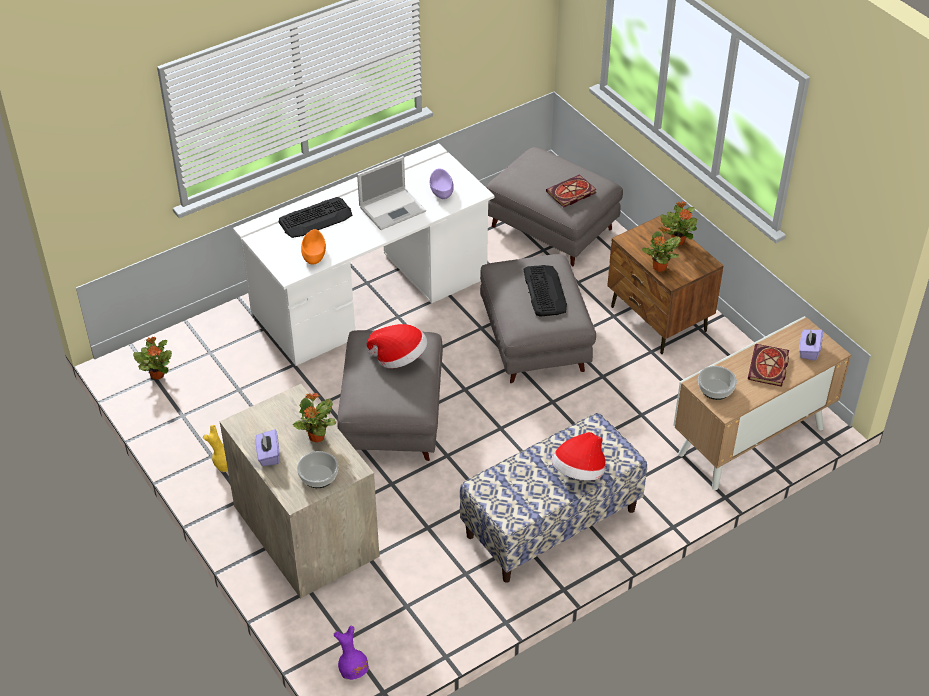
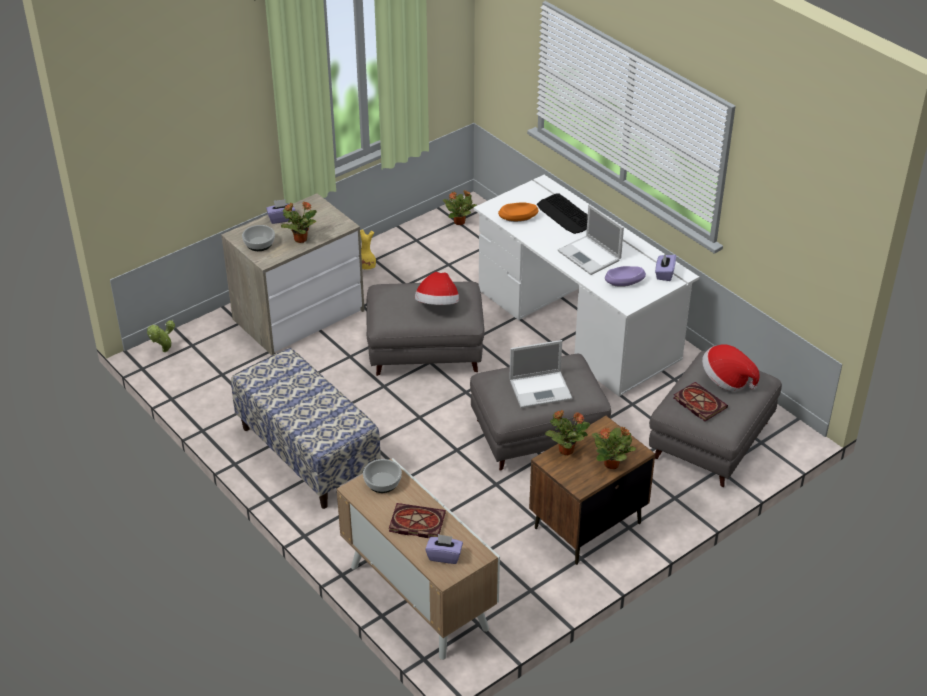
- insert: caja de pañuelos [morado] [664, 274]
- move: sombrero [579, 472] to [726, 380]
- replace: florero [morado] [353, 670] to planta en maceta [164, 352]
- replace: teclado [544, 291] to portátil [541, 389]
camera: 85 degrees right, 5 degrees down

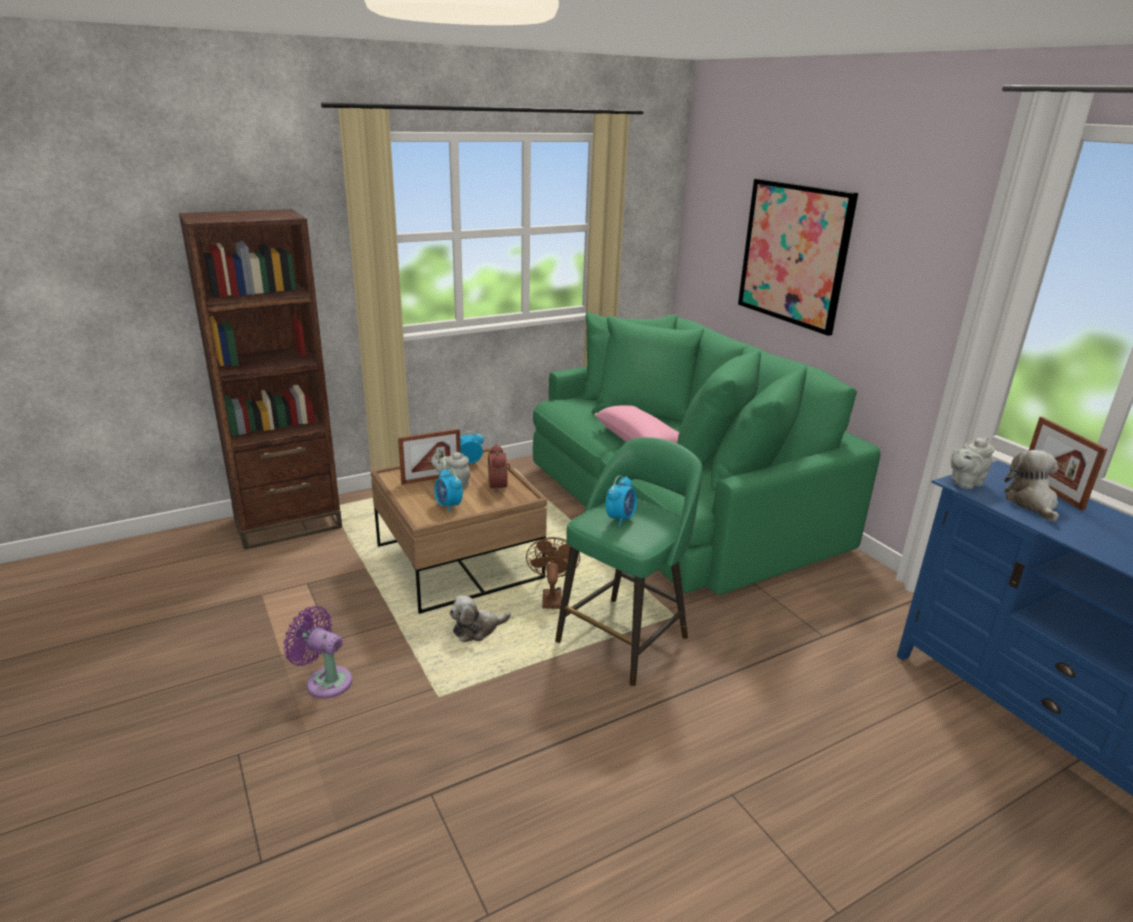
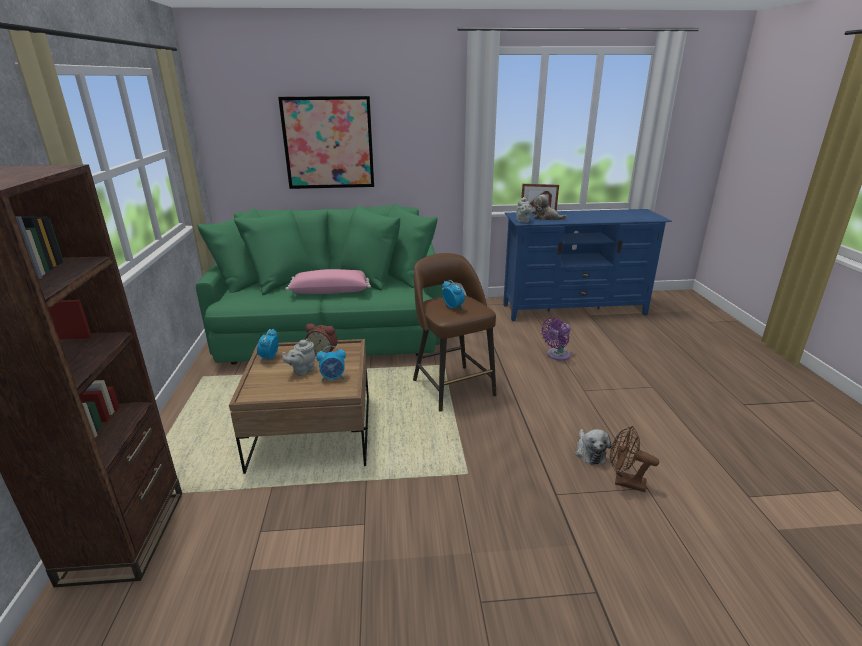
- delete: portarretratos [431, 479]
- move: ventilador [morado] [325, 680] to [556, 355]
- move: peluche [477, 630] to [589, 452]
- move: ventilador [marrón] [551, 597] to [624, 482]
- recolor: taburete [verde] [625, 637] to taburete [marrón] [452, 386]
camera: 65 degrees left, 0 degrees up

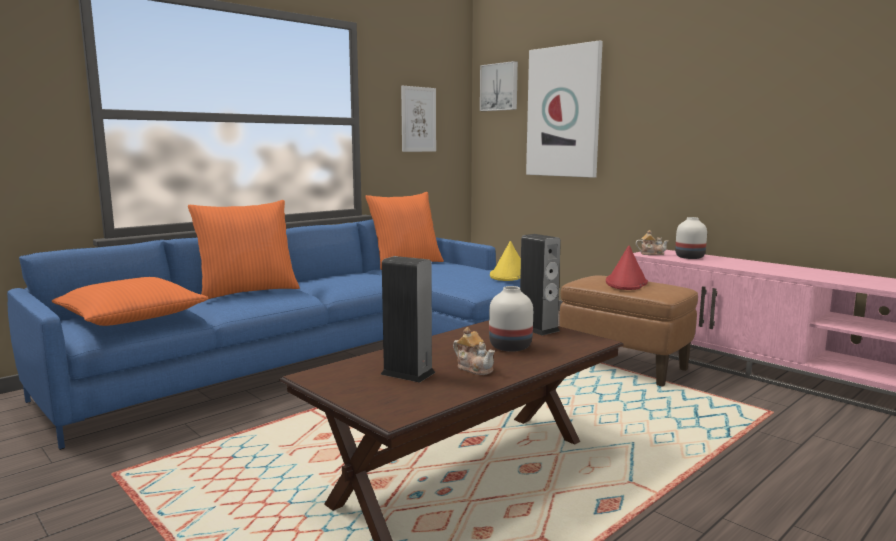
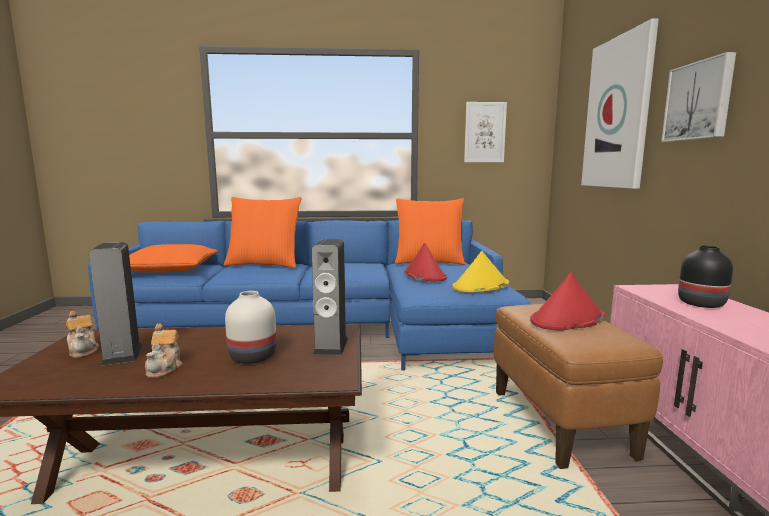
- insert: sombrero [rojo] [424, 275]
- move: cuadro [500, 87] to [699, 101]
- move: tetera [651, 254] to [83, 350]
- recolor: florero [blanco] [689, 257] to florero [negro] [701, 303]
camera: 40 degrees right, 0 degrees up

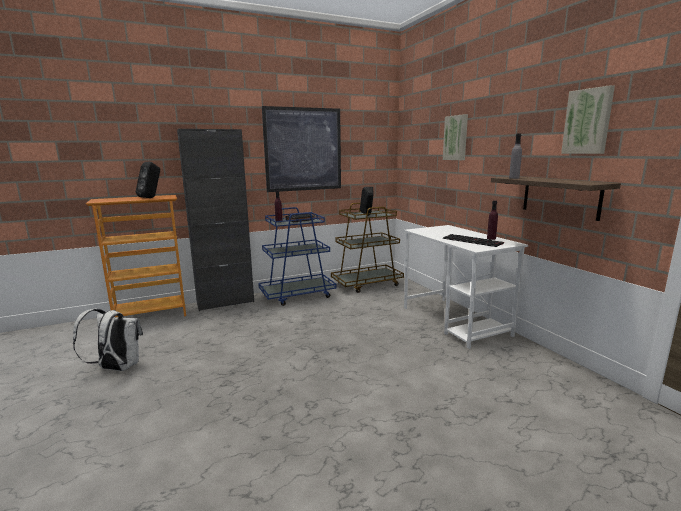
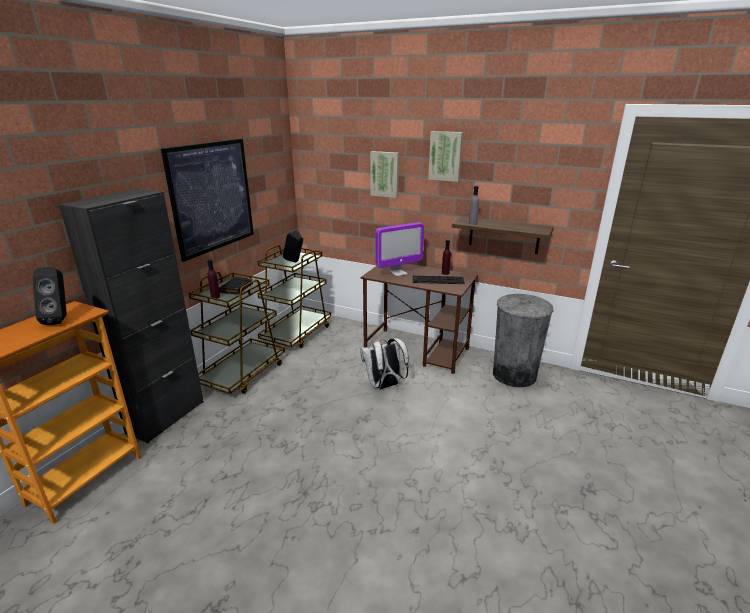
- insert: monitor [398, 273]
- insert: papelera [gris] [514, 375]
- move: mochila [blanco] [117, 368] to [384, 386]
- move: cuadro [588, 121] to [445, 156]
- recolor: carrito [azul] [298, 295] to carrito [marrón] [243, 373]
- recolor: escritorio [blanco] [455, 321] to escritorio [marrón] [417, 350]
camera: 40 degrees left, 10 degrees up

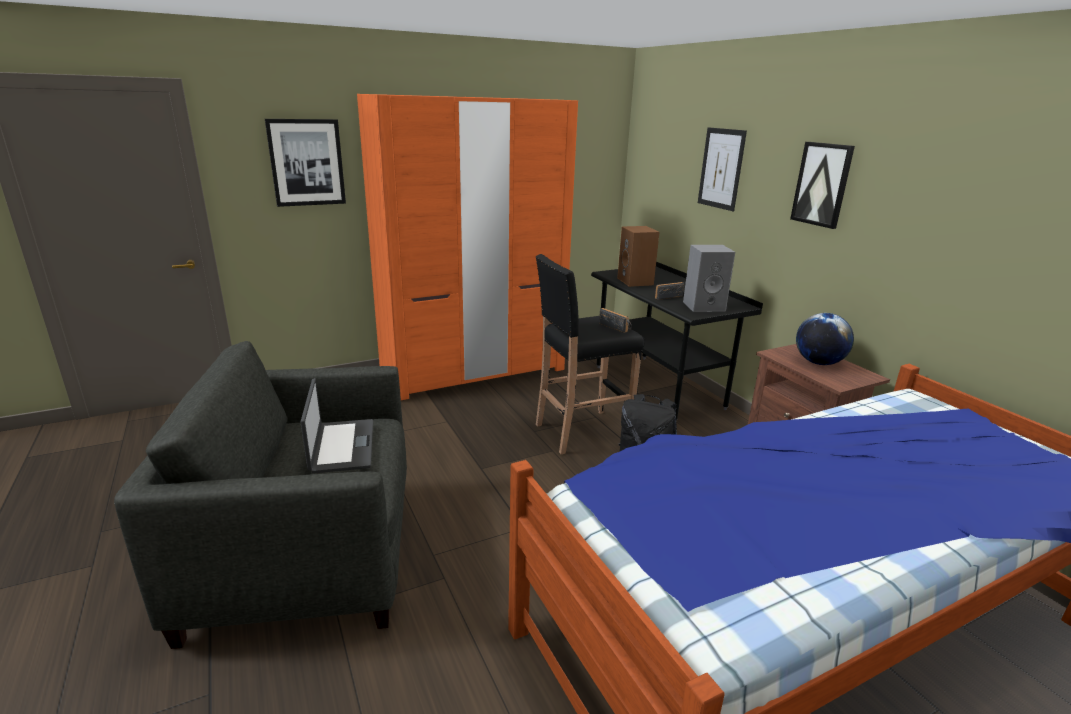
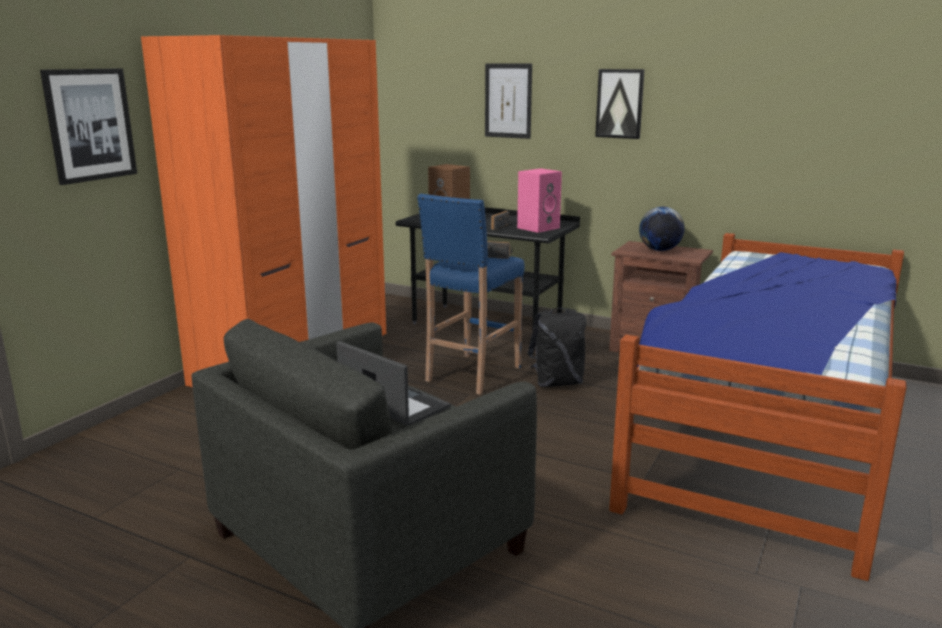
- recolor: taburete [negro] [580, 432] to taburete [azul] [472, 374]
- recolor: altavoz [gris] [704, 306] to altavoz [rosa] [538, 227]
camera: 35 degrees left, 5 degrees down

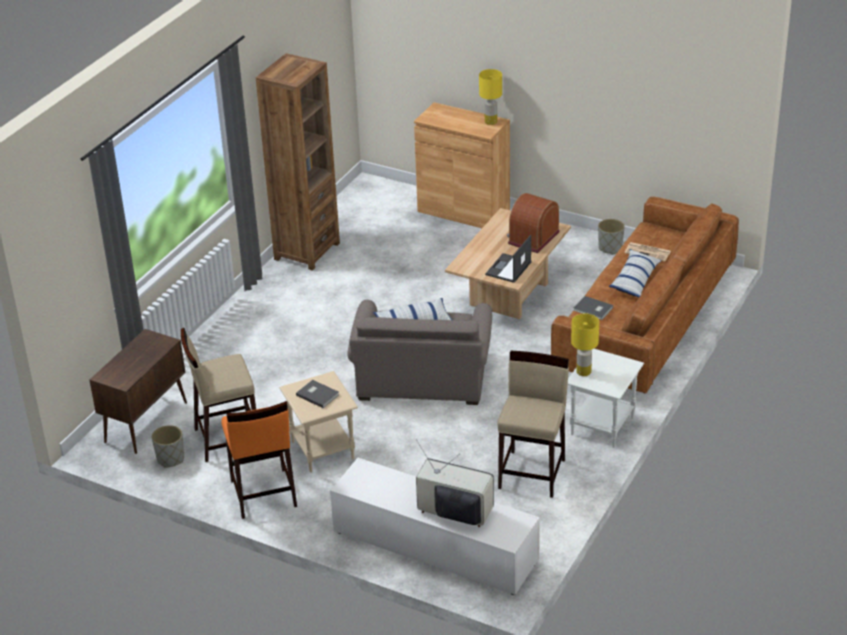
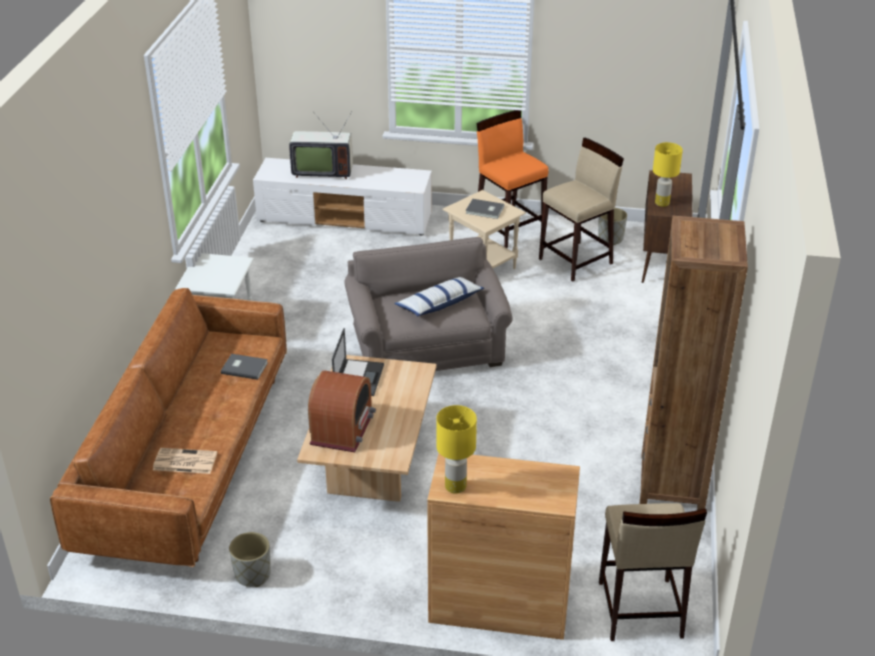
- delete: cojín [635, 280]
- move: taburete [beis] [532, 473] to [639, 610]
- move: lámpara de mesa [amarillo] [583, 372] to [661, 203]
camera: 160 degrees right, 0 degrees up

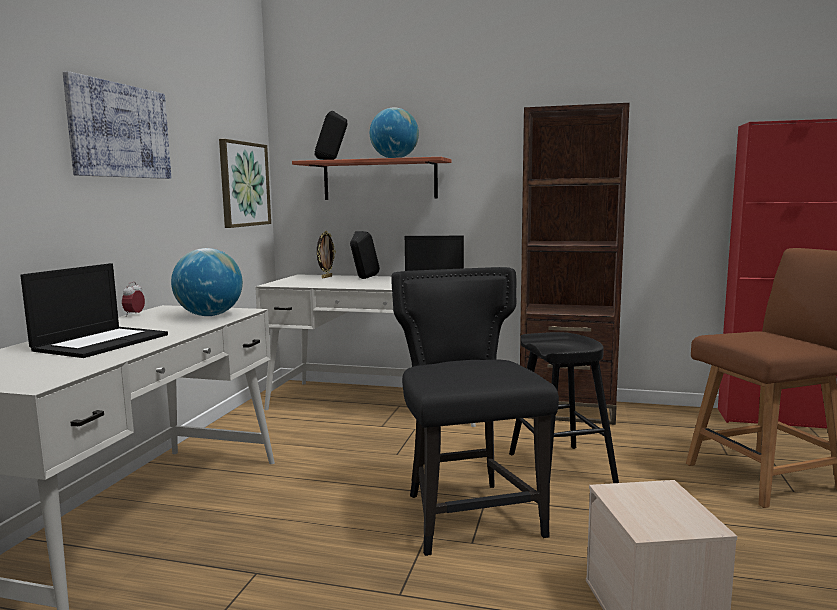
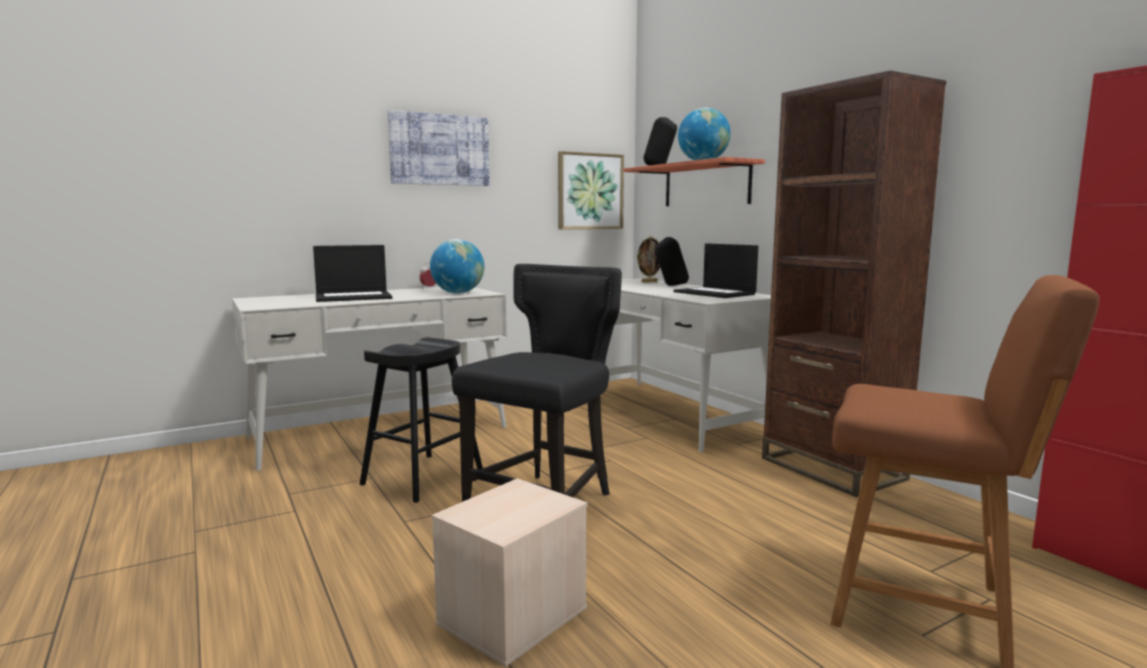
- move: taburete [negro] [560, 468] to [423, 477]
camera: 45 degrees right, 0 degrees up

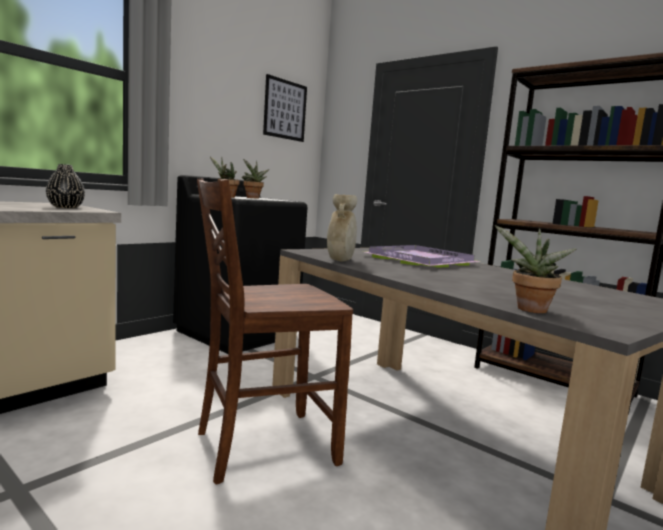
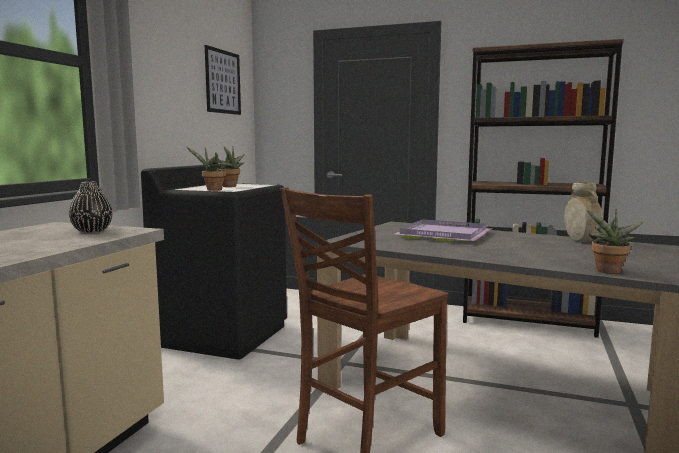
- move: florero [beis] [340, 261] to [581, 241]
camera: 20 degrees left, 0 degrees up

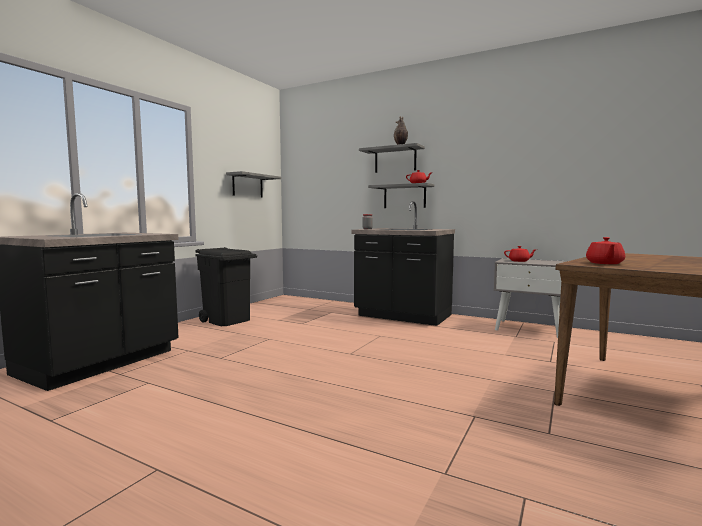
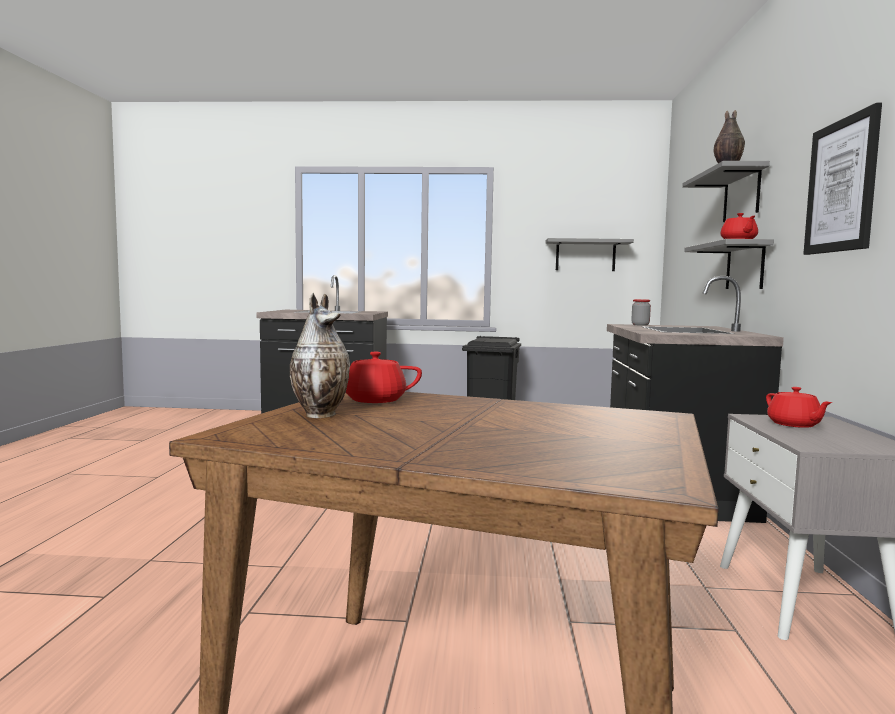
- insert: florero [321, 414]
- insert: cuadro [841, 186]
camera: 65 degrees right, 0 degrees up

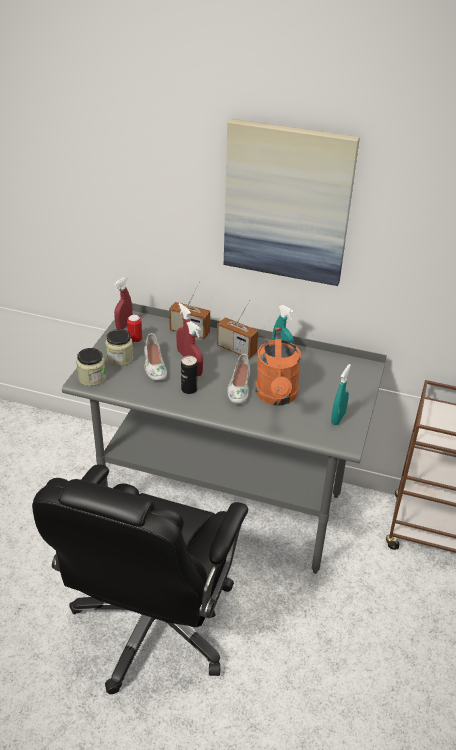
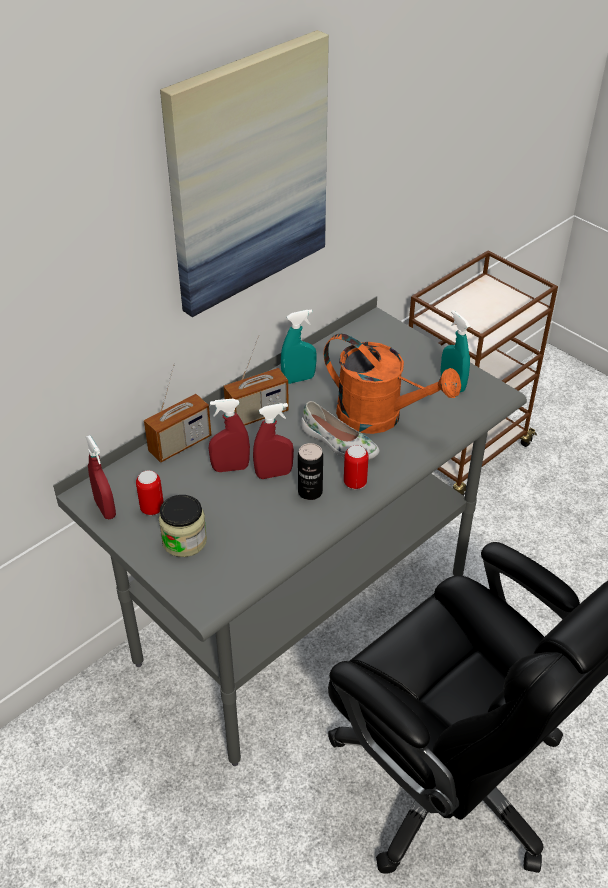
- delete: tarro [92, 378]
- delete: zapato [blanco] [154, 366]
- insert: lata [355, 483]
camera: 60 degrees left, 5 degrees up

